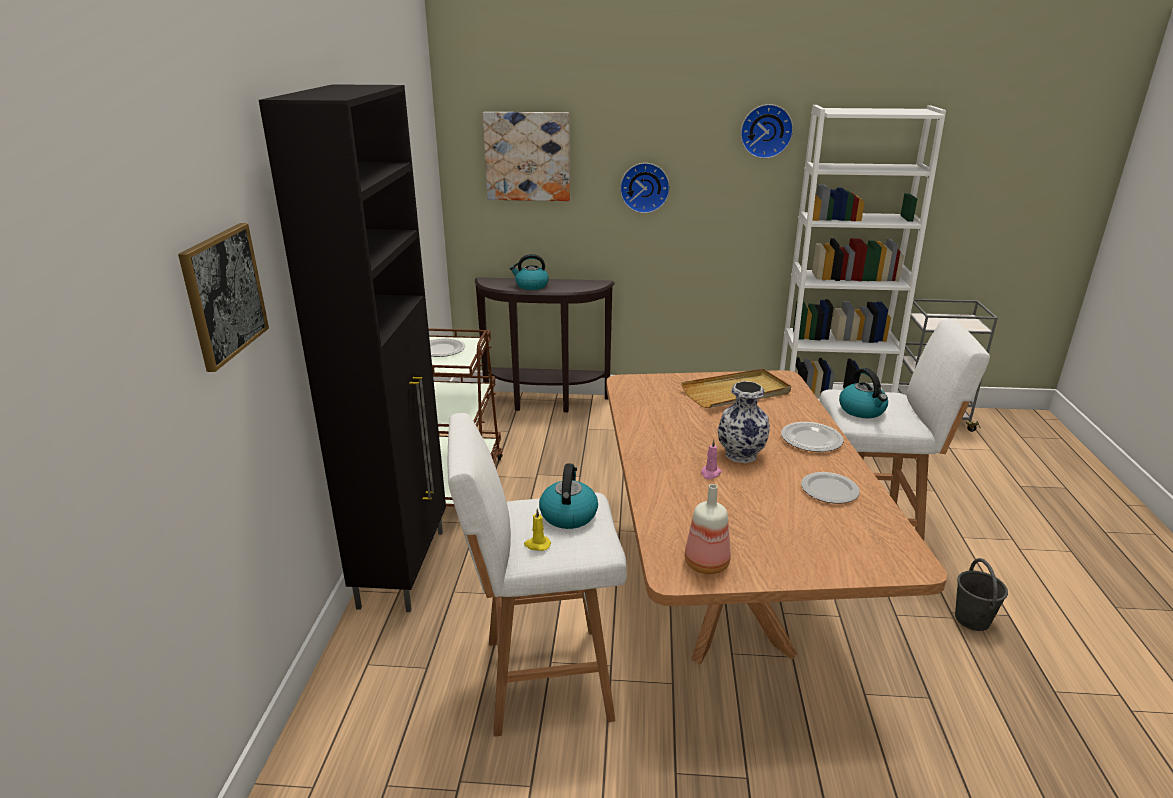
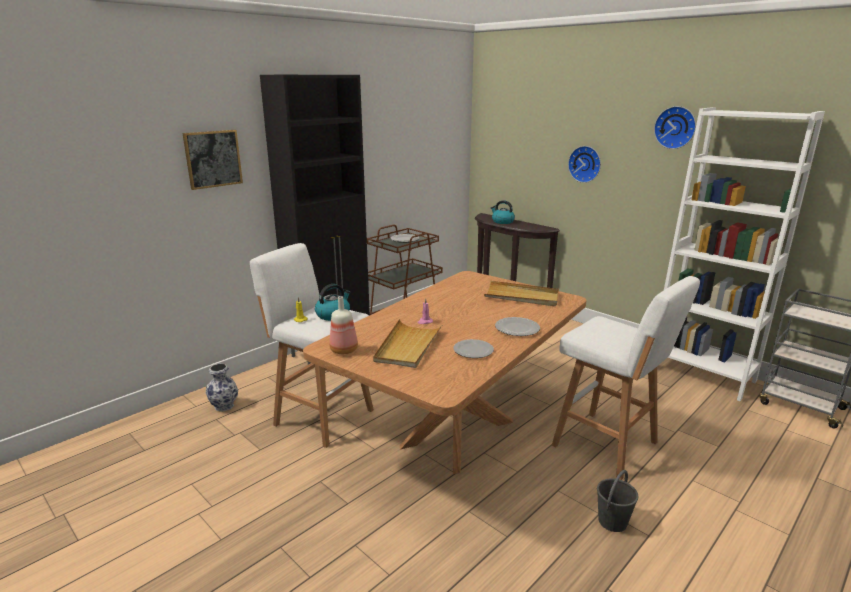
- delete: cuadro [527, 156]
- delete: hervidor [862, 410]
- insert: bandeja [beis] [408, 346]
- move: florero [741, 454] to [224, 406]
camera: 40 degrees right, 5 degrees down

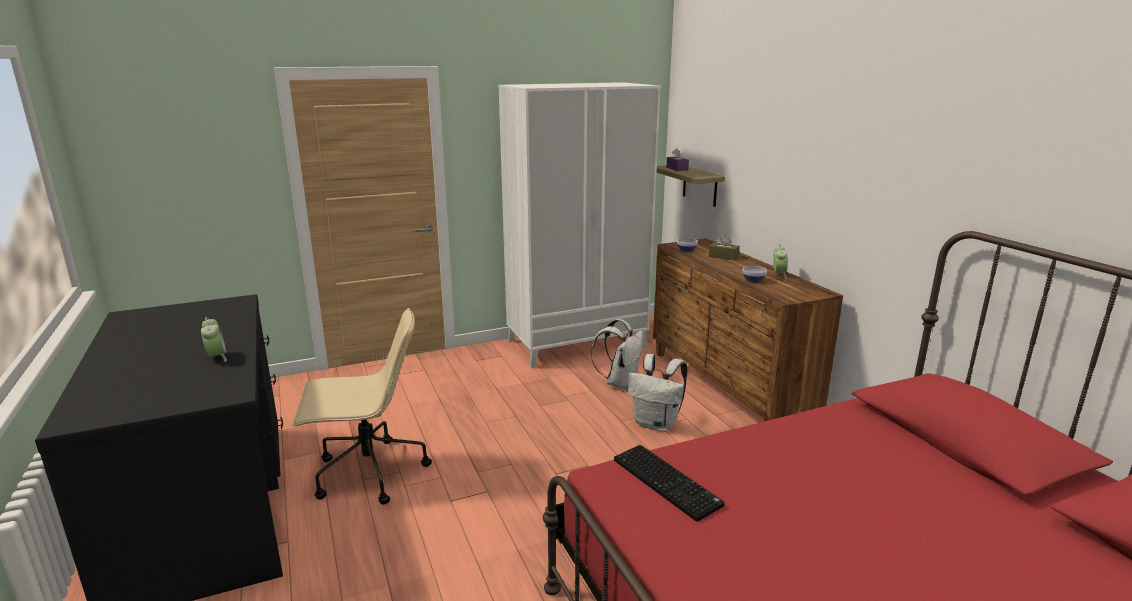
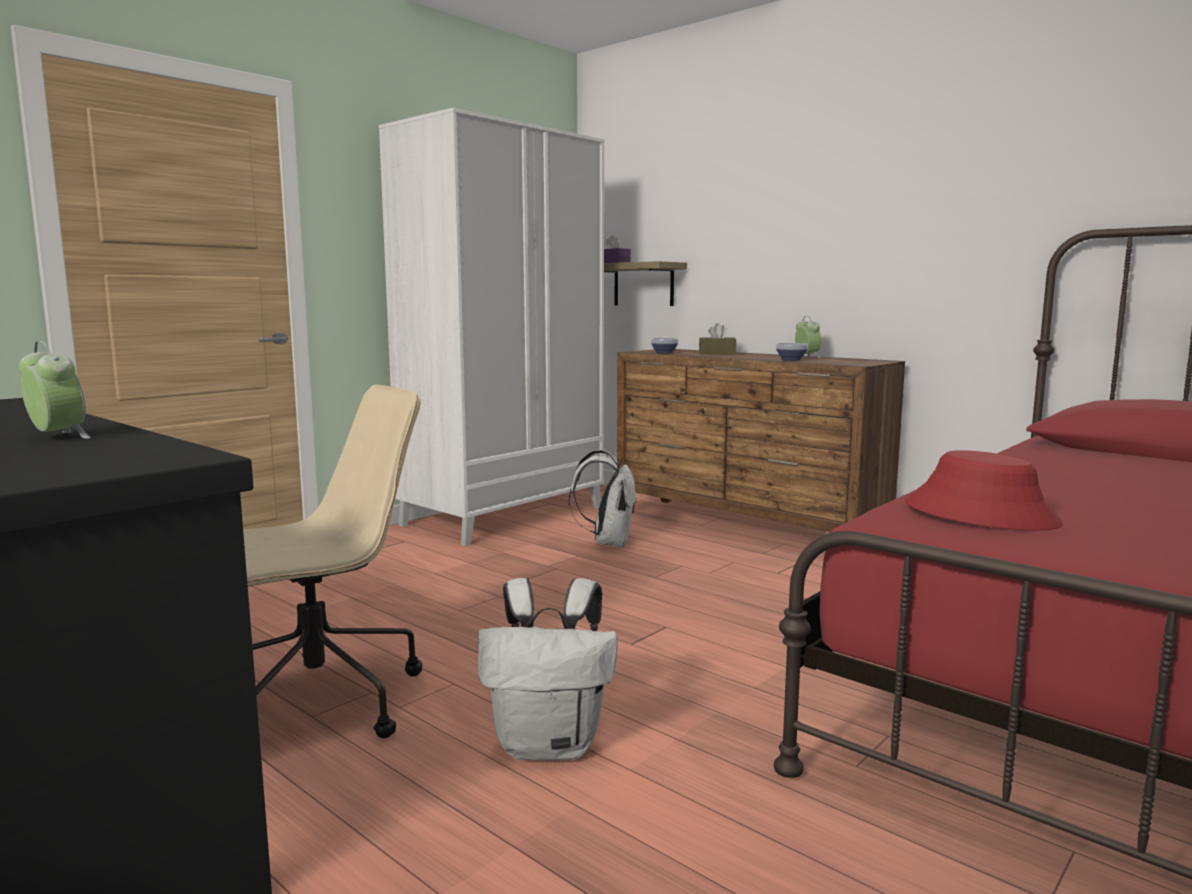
- move: mochila [blanco] [657, 424] to [550, 745]
- replace: teclado [668, 482] to sombrero [rojo] [980, 514]
camera: 25 degrees left, 10 degrees down

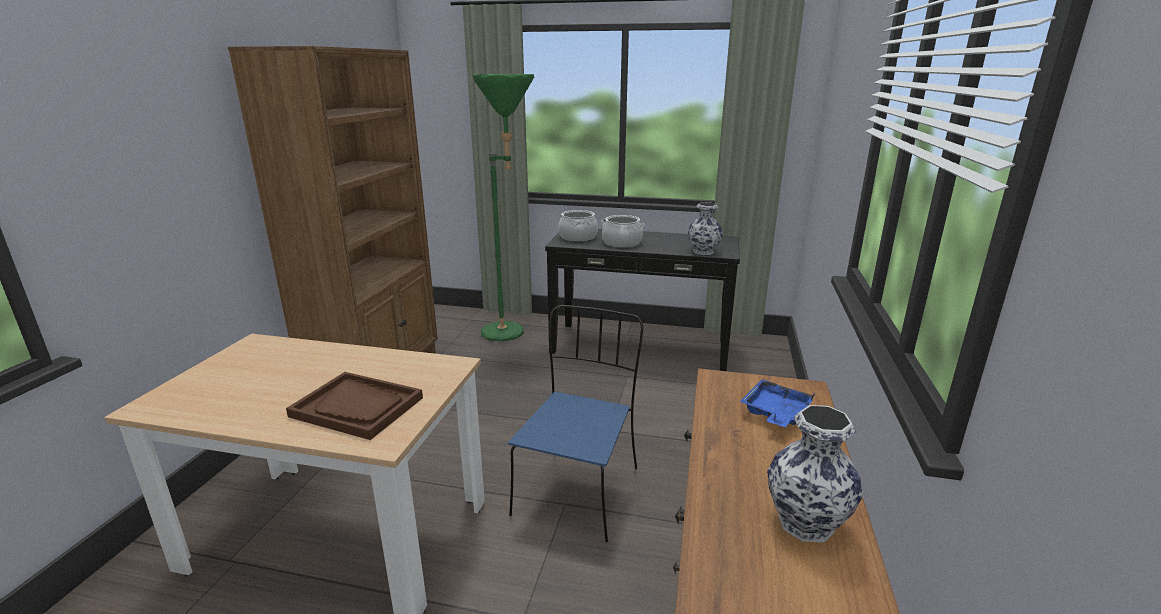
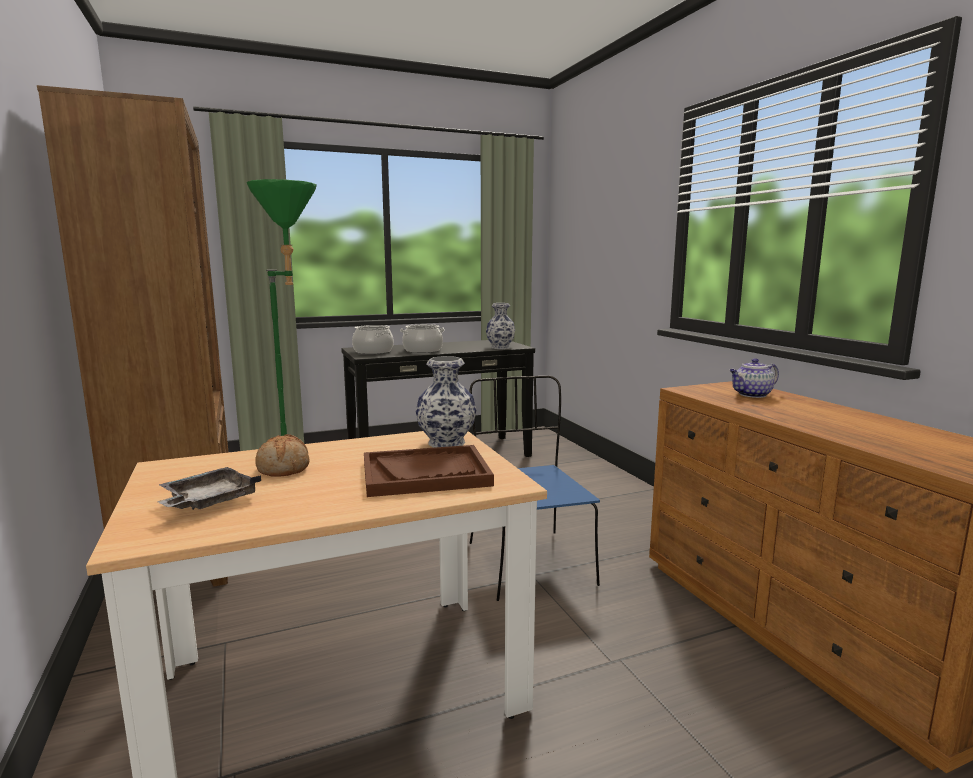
- insert: bandeja [gris] [208, 501]
- insert: pan [284, 468]
- move: florero [805, 522] to [446, 443]
- replace: bandeja [azul] [775, 413] to tetera [752, 395]
camera: 35 degrees left, 10 degrees down

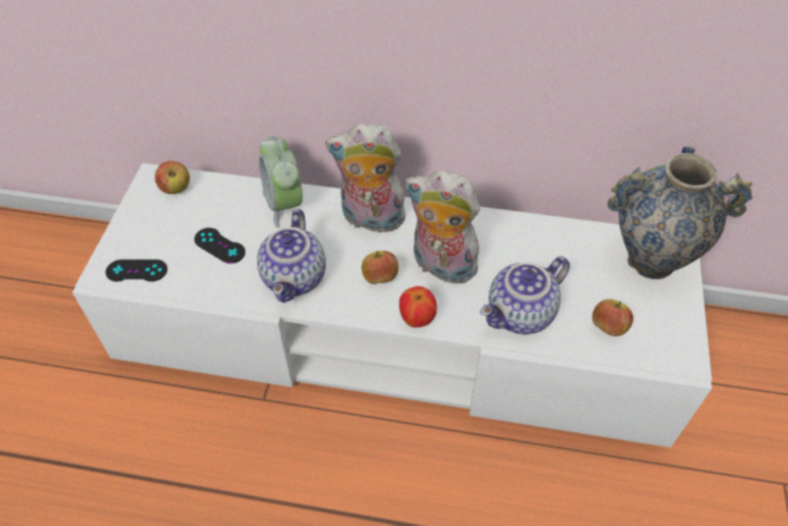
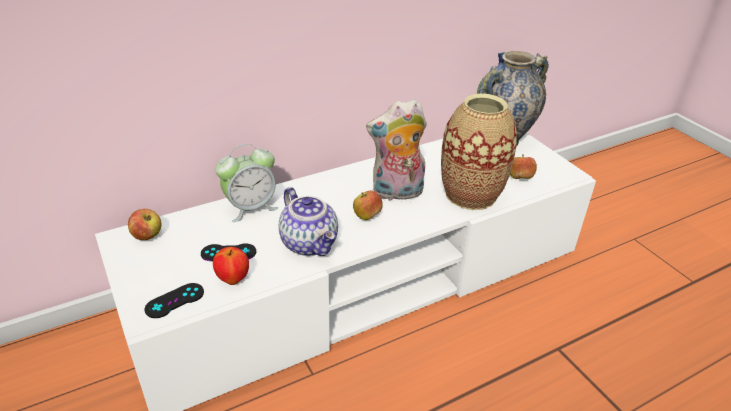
- delete: peluche [370, 220]
- move: manzana [417, 319] to [233, 279]
- replace: tetera [521, 315] to florero [471, 194]
- rotate: despertador [284, 204] = [250, 208] 60 degrees counterclockwise
camera: 40 degrees left, 15 degrees down

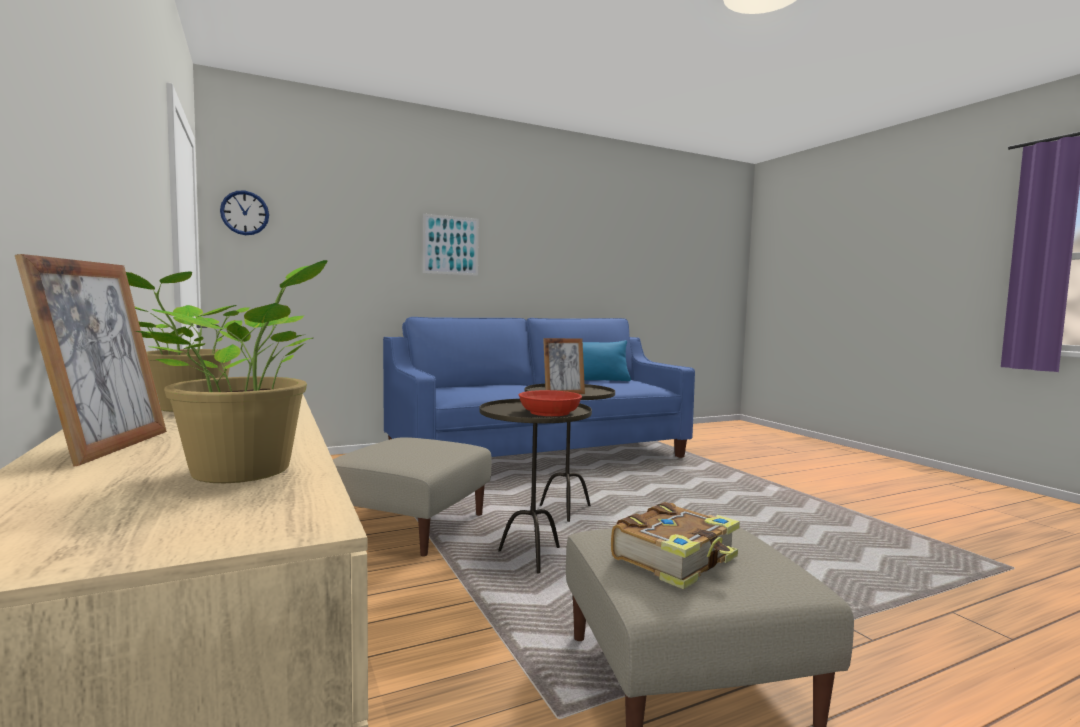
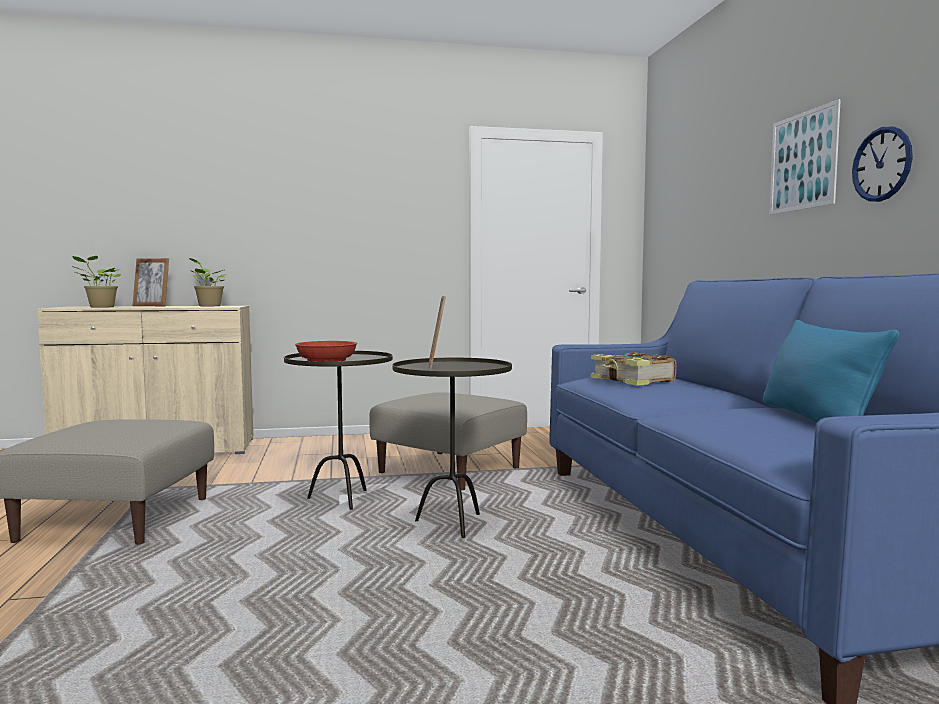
- move: reloj de pared [245, 213] to [881, 164]
- move: libro [677, 559] to [632, 381]
camera: 105 degrees right, 0 degrees up

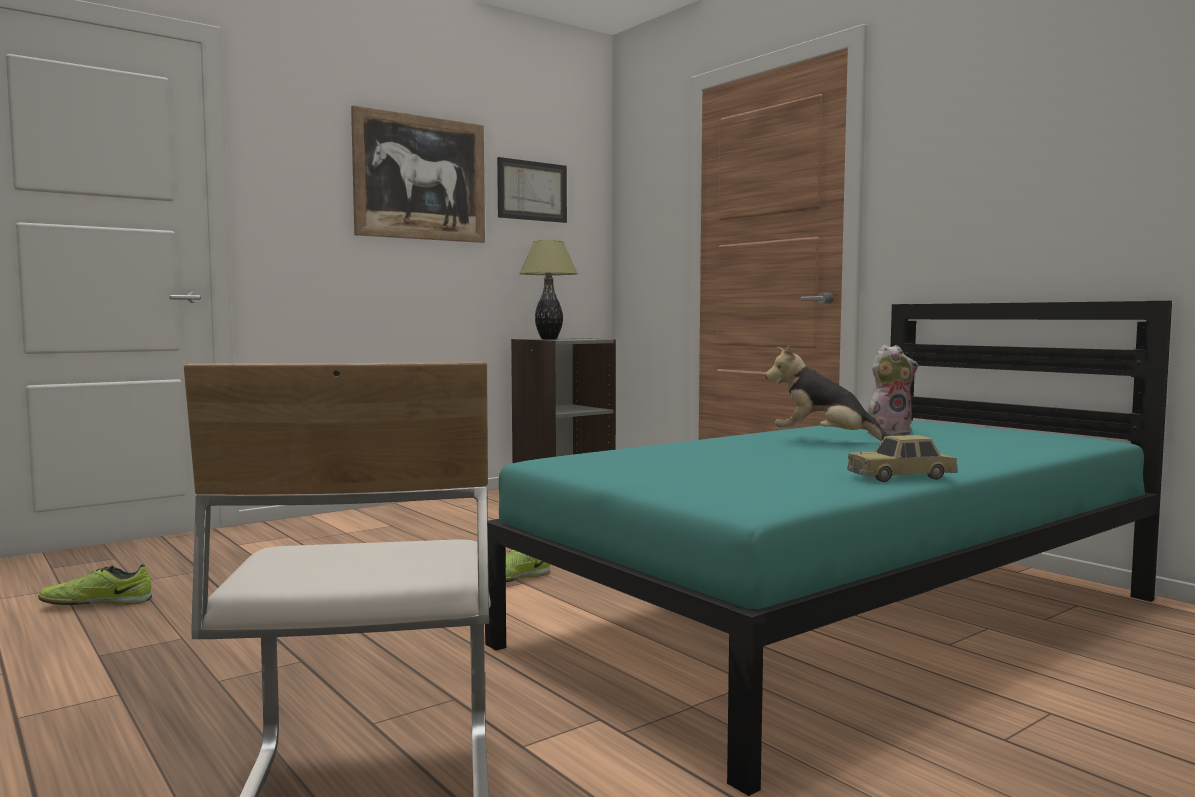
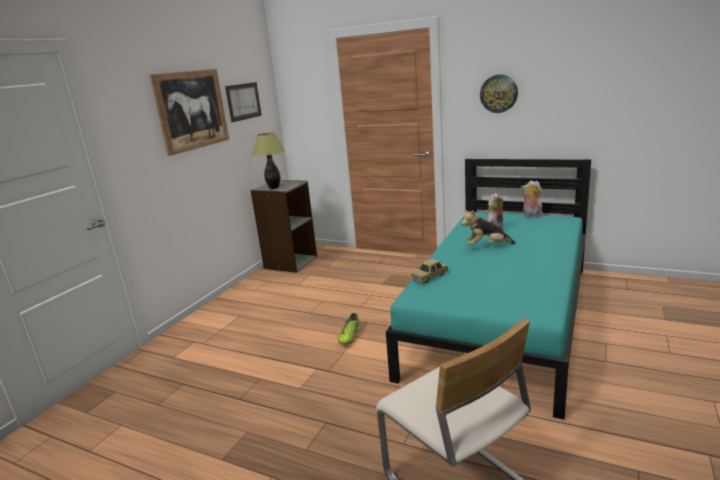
- delete: zapato [97, 603]
- insert: reloj de pared [498, 93]
- insert: peluche [531, 216]
- move: coche de juguete [901, 477] to [429, 276]
camera: 25 degrees left, 15 degrees up

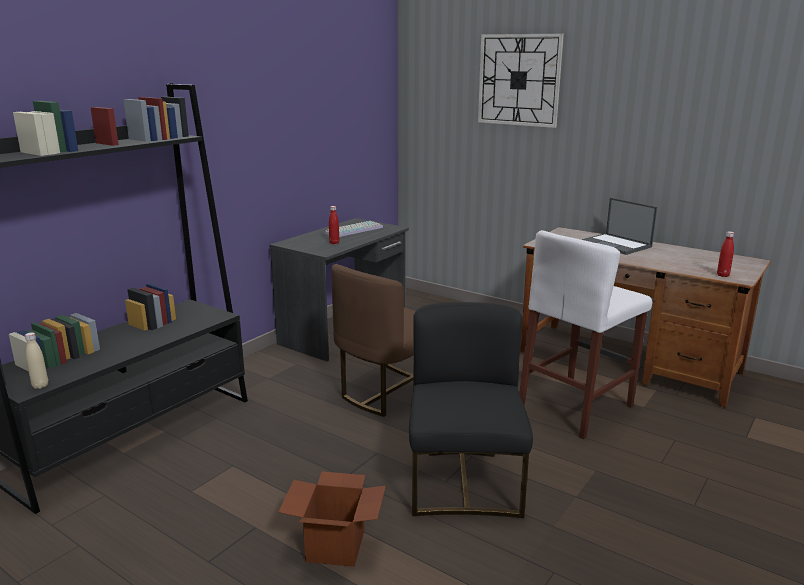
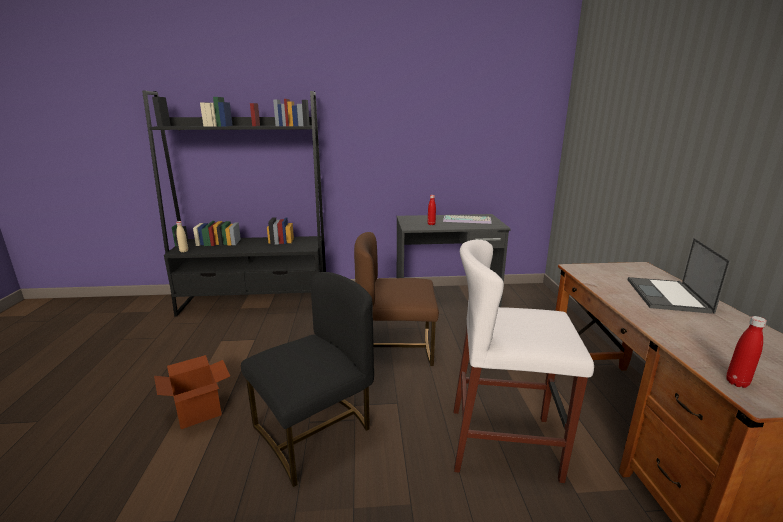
- delete: reloj de pared [519, 80]
camera: 50 degrees right, 0 degrees up

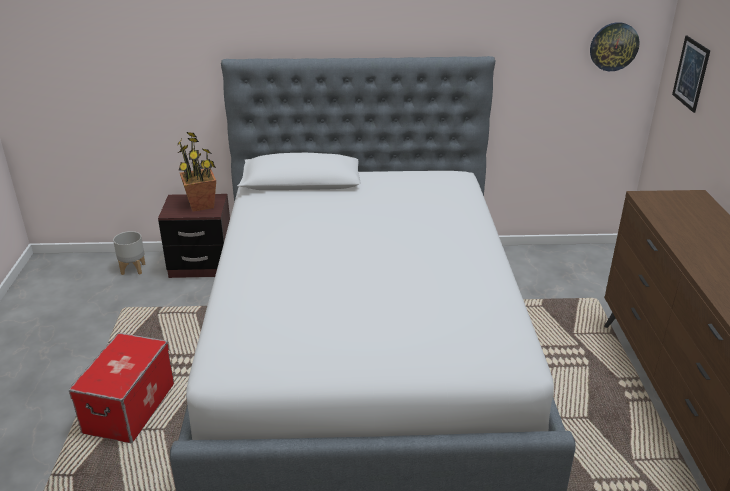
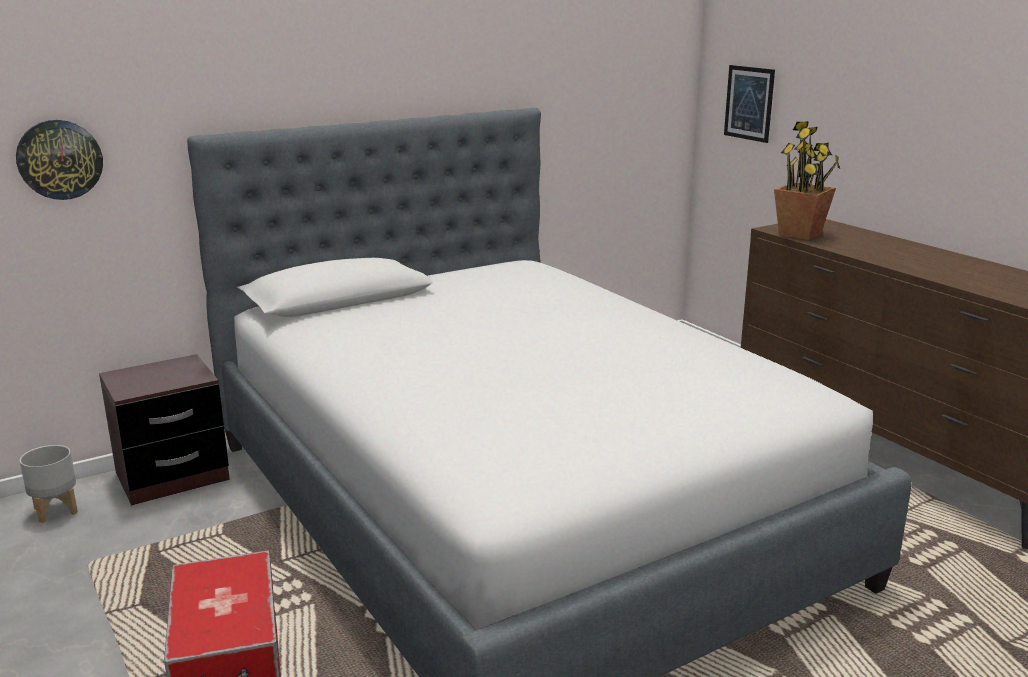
- move: planta en maceta [201, 205] to [800, 234]
- move: reloj de pared [614, 46] to [59, 159]
camera: 30 degrees left, 10 degrees down

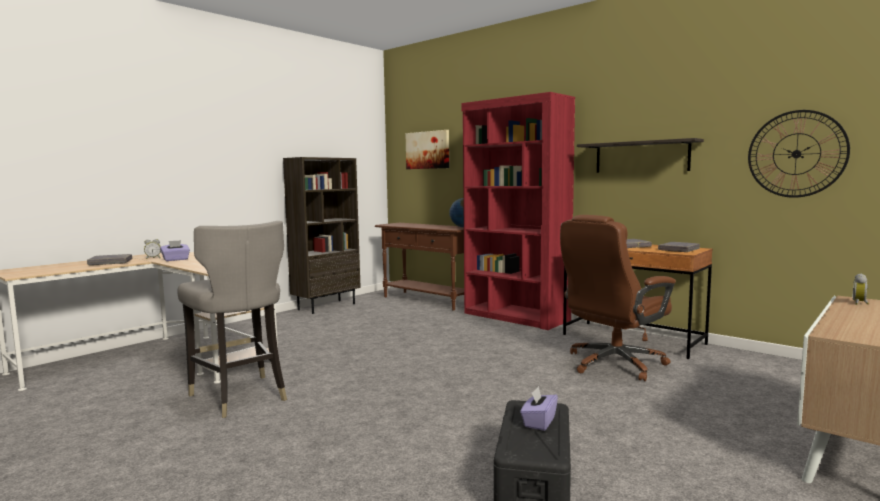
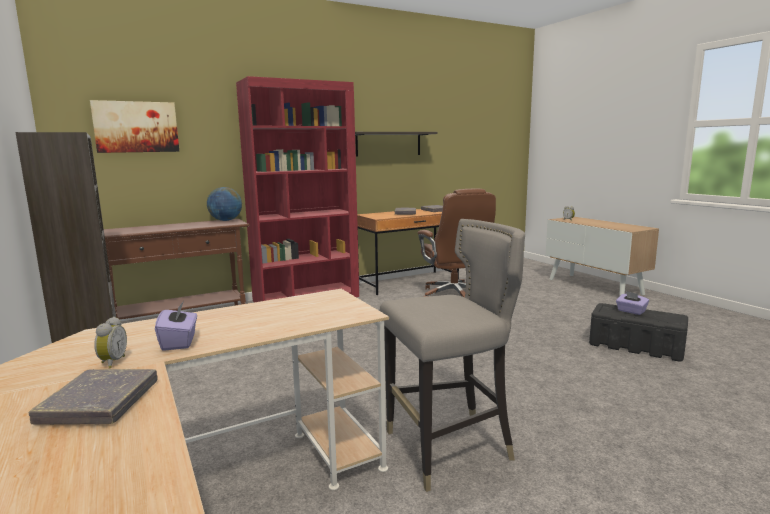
- delete: reloj de pared [796, 154]
camera: 70 degrees left, 5 degrees up

